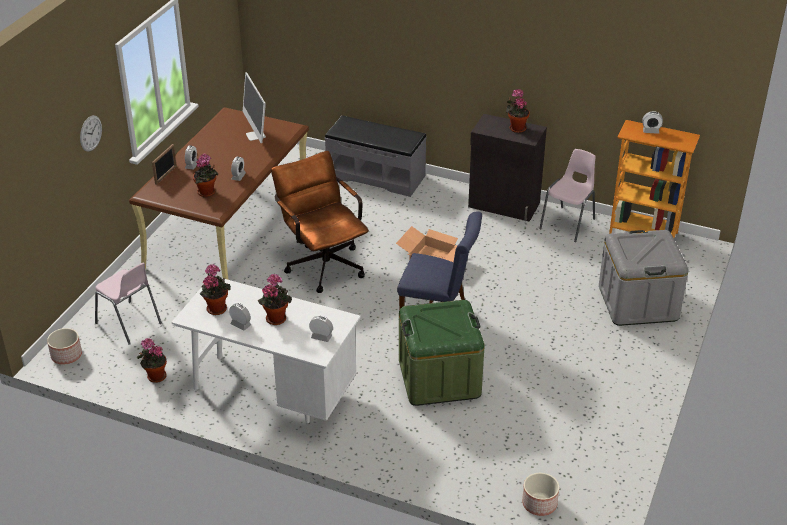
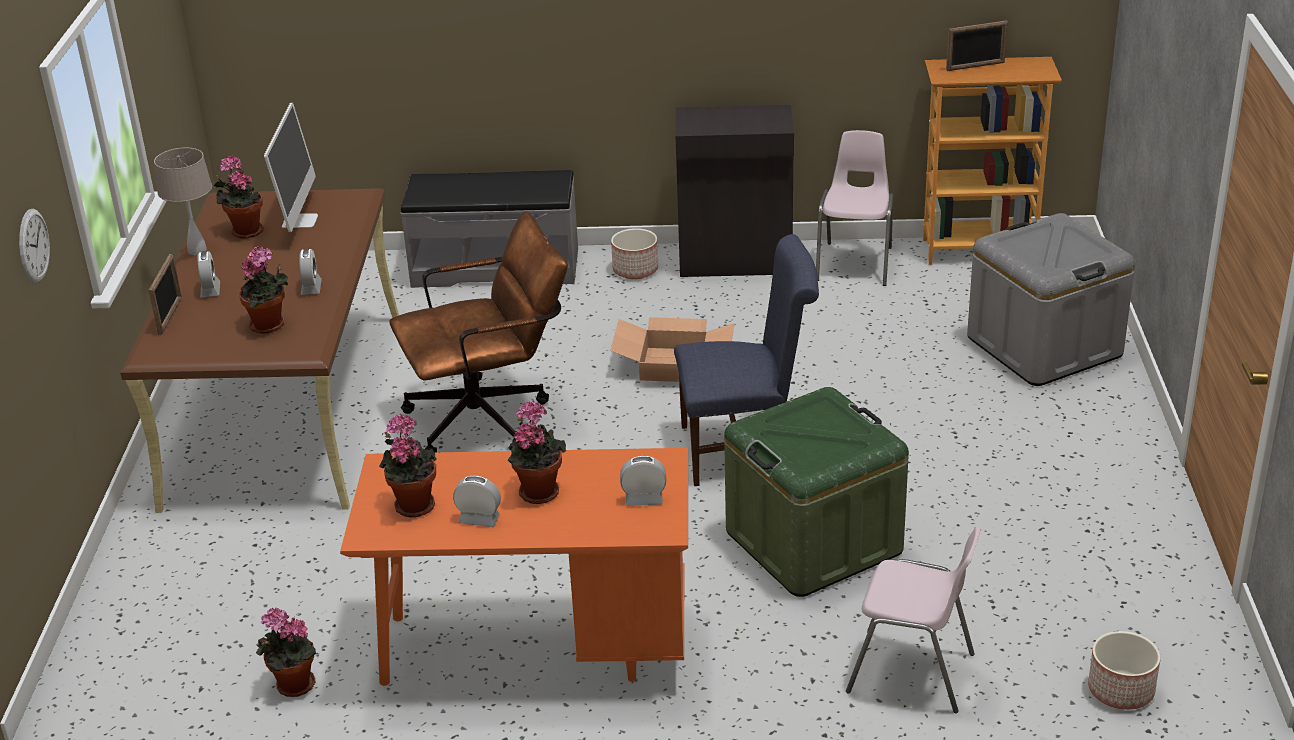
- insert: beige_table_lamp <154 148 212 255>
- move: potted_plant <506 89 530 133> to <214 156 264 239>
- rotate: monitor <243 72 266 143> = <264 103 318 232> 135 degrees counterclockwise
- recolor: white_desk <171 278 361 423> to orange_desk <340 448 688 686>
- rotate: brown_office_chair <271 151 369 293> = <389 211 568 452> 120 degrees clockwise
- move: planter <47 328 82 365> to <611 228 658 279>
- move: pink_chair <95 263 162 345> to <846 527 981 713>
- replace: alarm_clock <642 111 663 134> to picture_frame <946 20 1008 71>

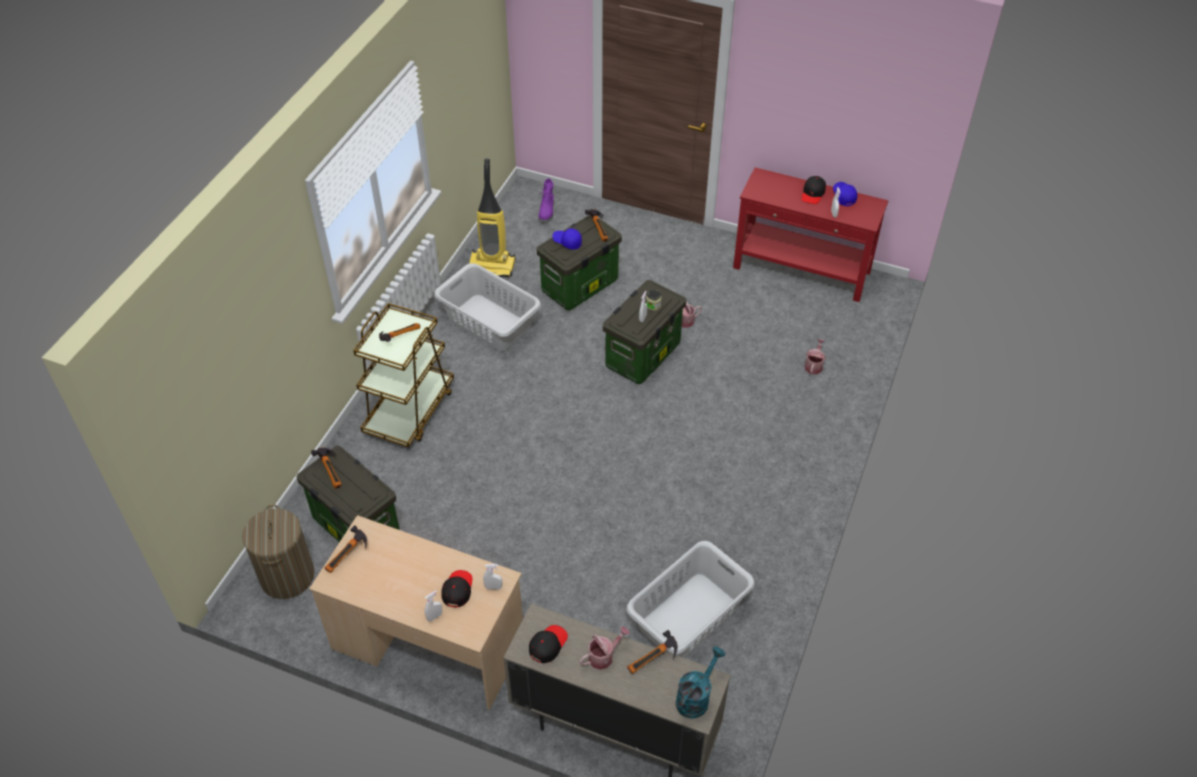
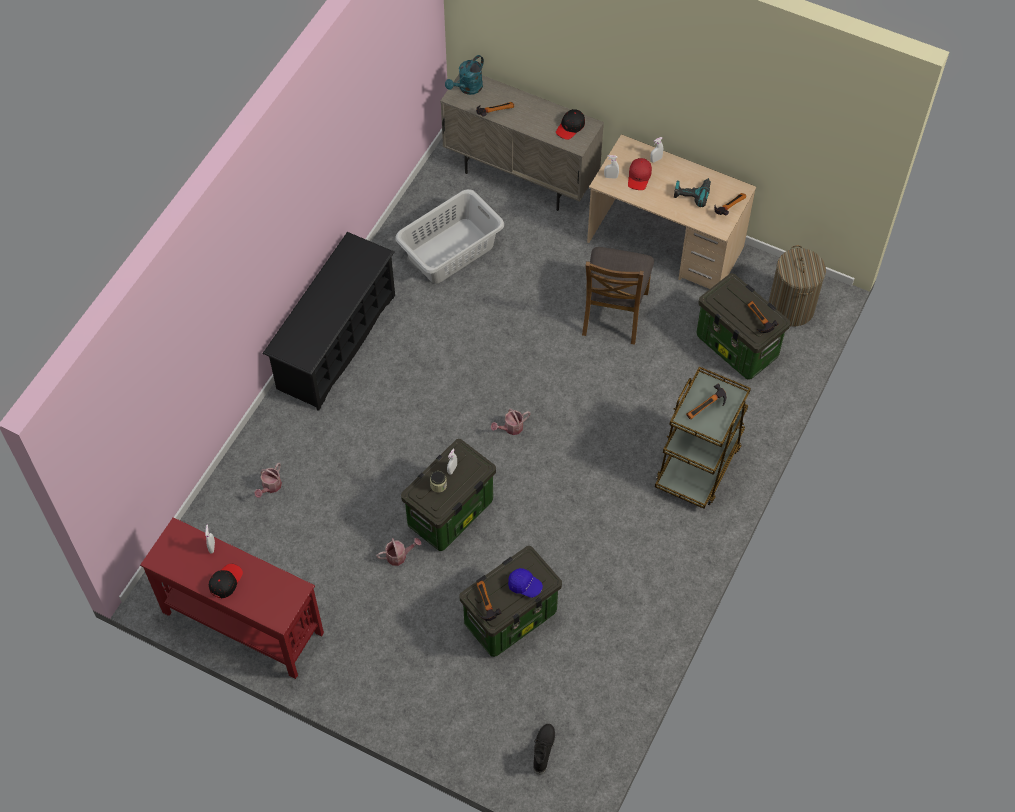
- insert: black_shoe_rack <262 232 395 411>
- move: watering_can <580 626 630 670> to <491 408 530 435>
- recolor: purple_boot <538 178 554 223> to black_boot <533 724 555 775>
- insert: brown_chair <582 247 654 345>
- recolor: black_cap <441 570 472 607> to red_cap <628 158 652 190>
- insert: power_drill <674 178 711 207>
- delete: grey_laundry_basket <434 263 541 351>
- delete: vacuum_cleaner <469 159 515 277>
- delete: blue_cap <833 182 857 206>

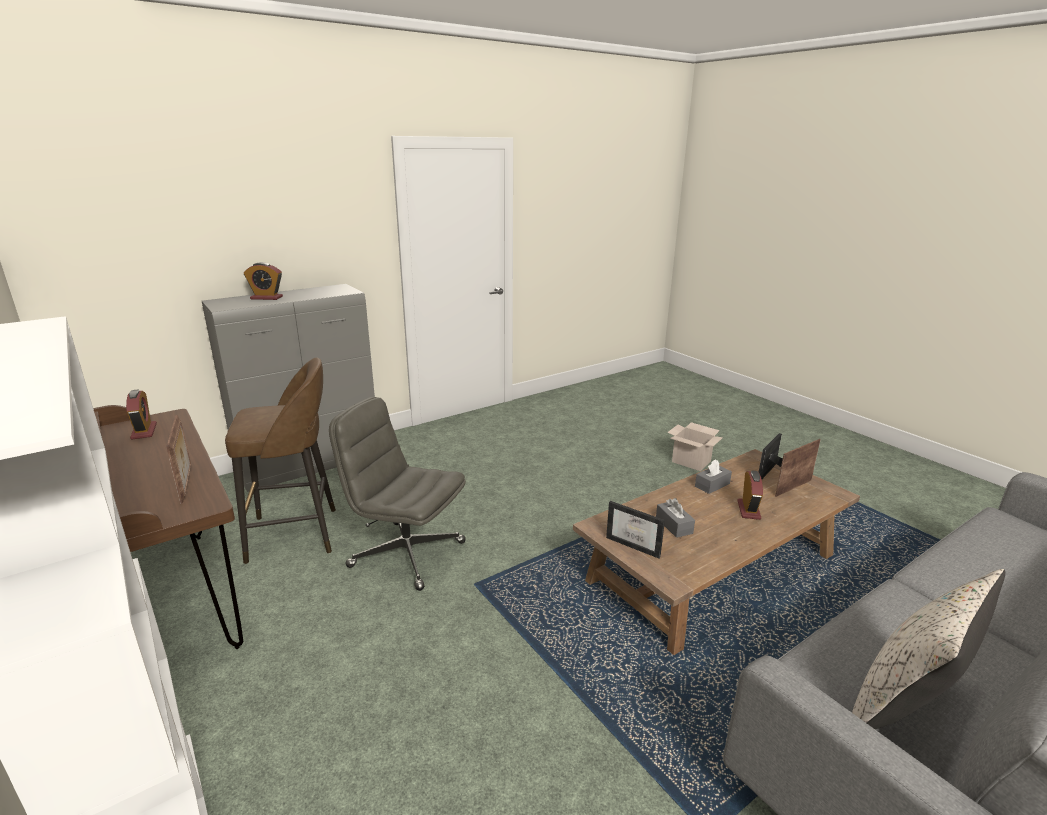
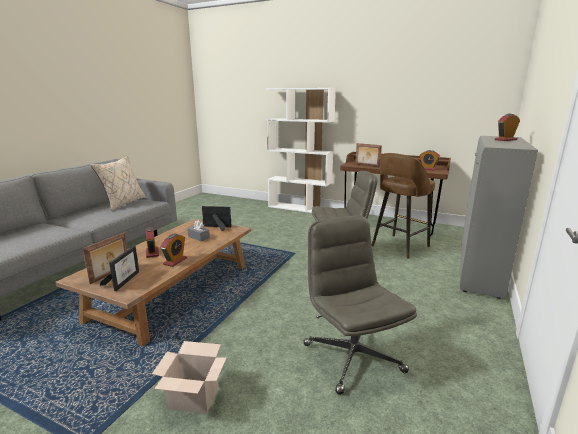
- replace: grey_tissue_box <695 459 732 494> to alarm_clock <160 234 187 267>
- insert: grey_office_chair <303 215 417 395>

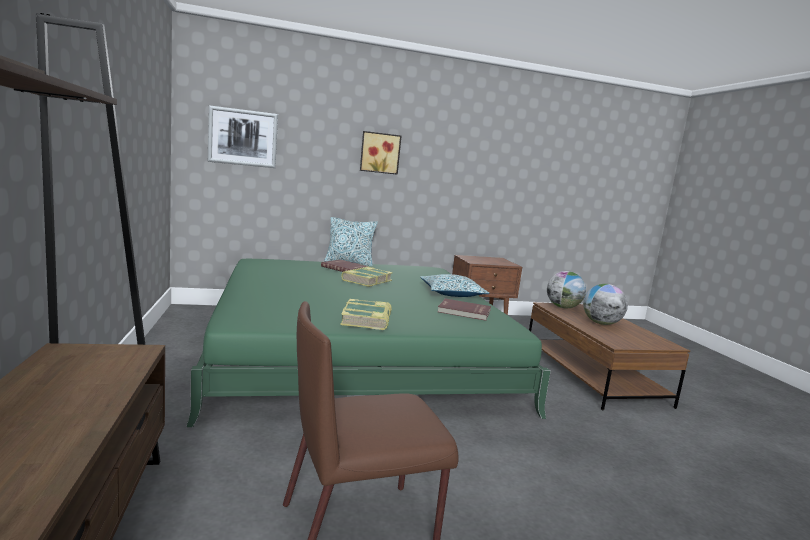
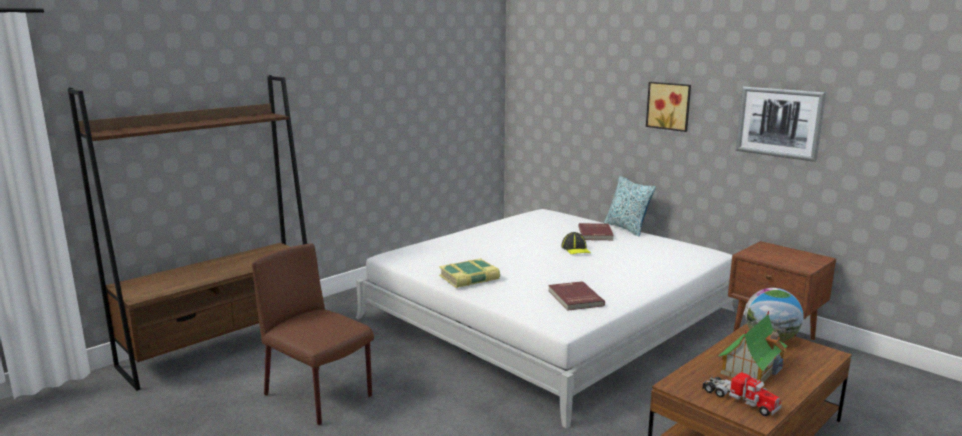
- recolor: green_bed <186 259 551 428> to white_bed <356 209 739 429>
- replace: book <341 266 393 287> to cap <561 232 591 254>
- insert: toy_truck <702 372 782 416>
- replace: globe <583 284 628 325> to toy_house <718 310 787 383>
- move: picture <208 105 278 168> to <736 86 826 162>
- delete: pillow <420 274 490 297>

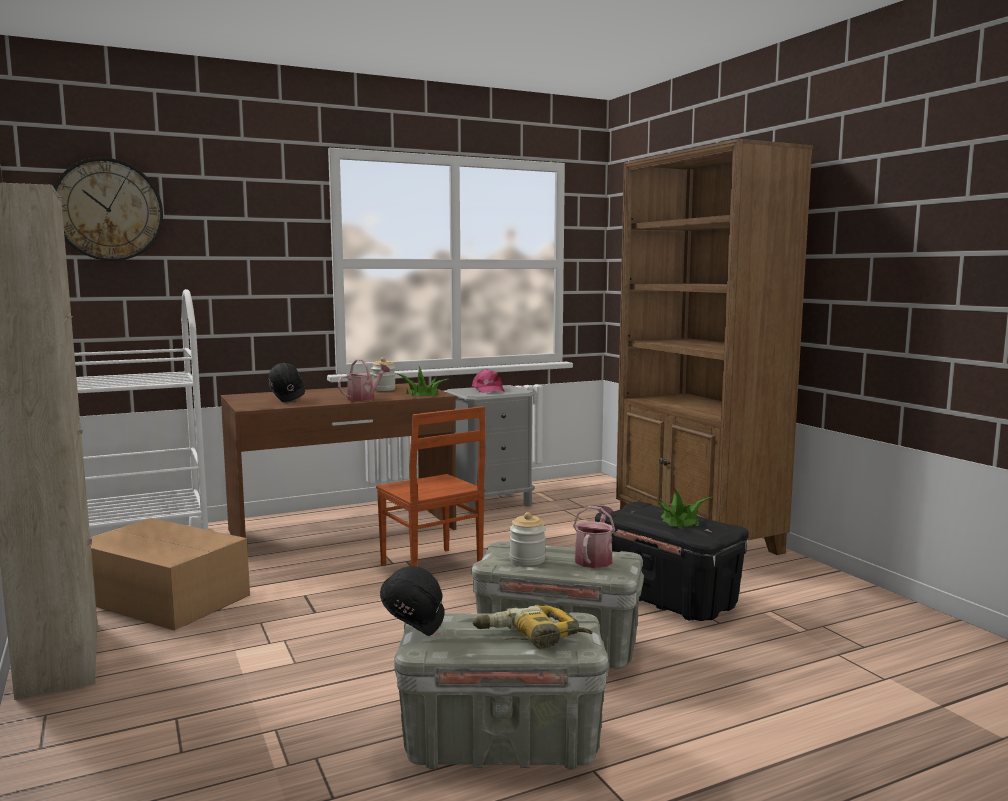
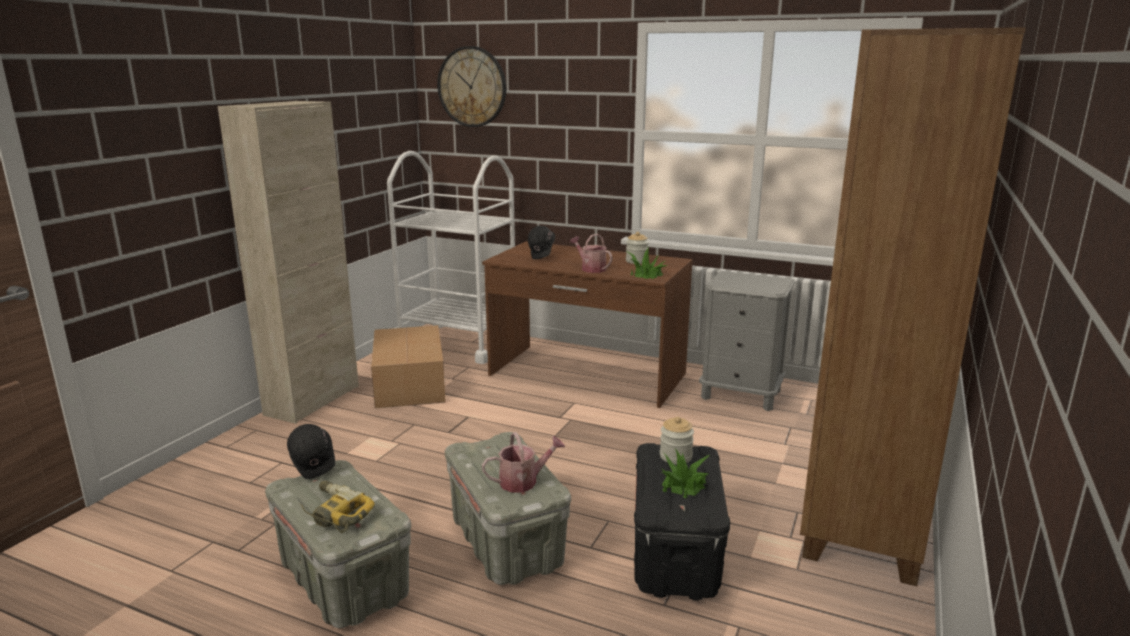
- rotate: watering_can <338 359 390 401> = <570 234 613 273> 135 degrees counterclockwise
- move: jar <510 512 546 566> to <660 417 694 464>
- delete: brown_chair <376 406 486 567>
- delete: pink_cap <472 369 505 393>

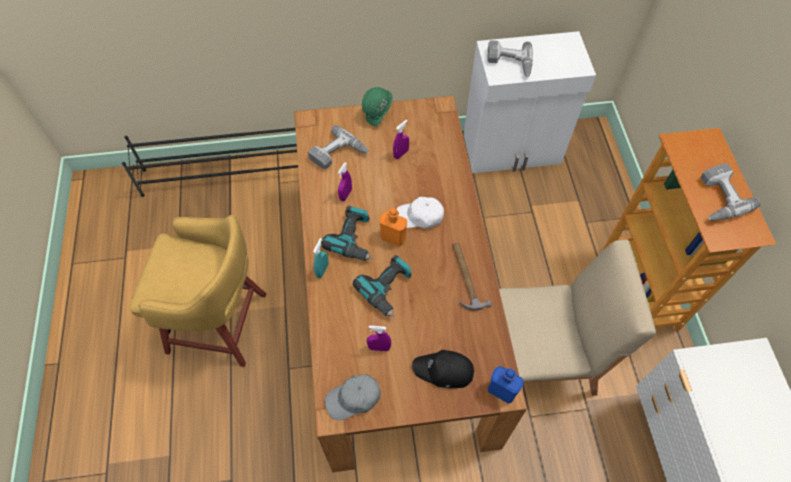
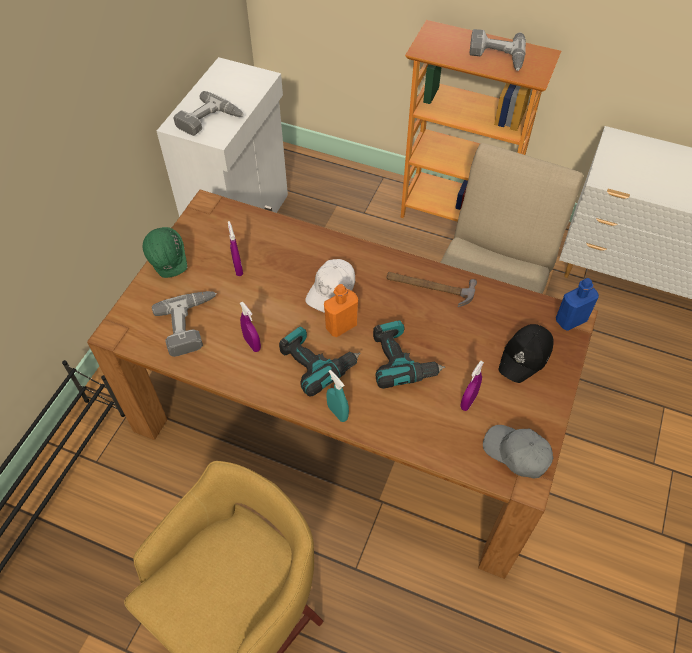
- rotate: grey_cap <325 374 381 420> = <483 425 553 478> 120 degrees clockwise

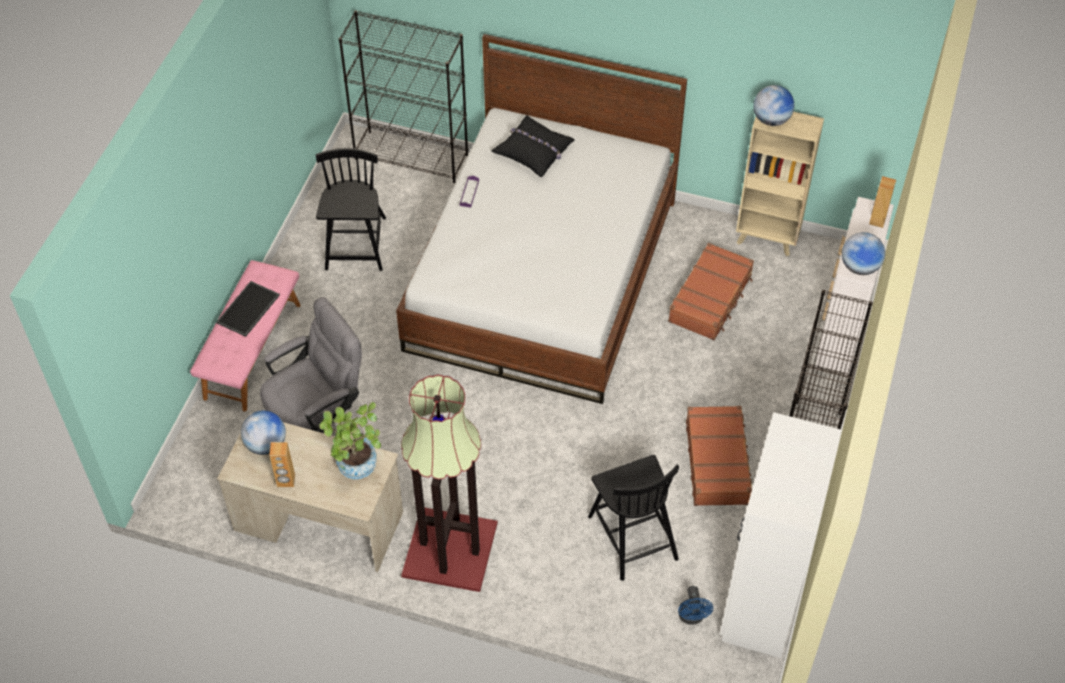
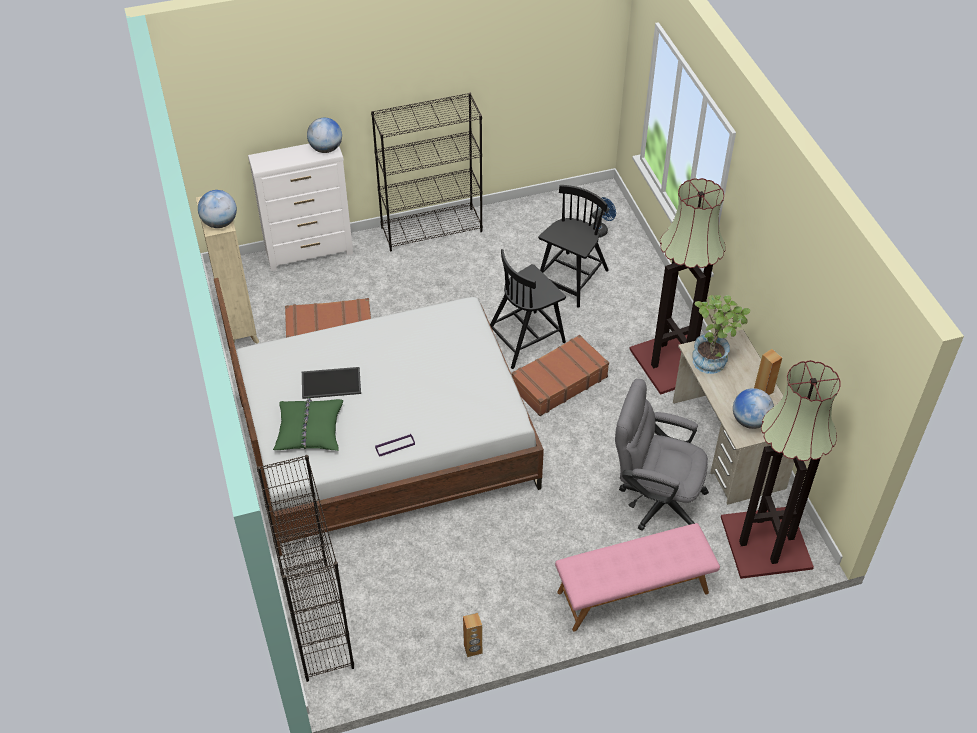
- recolor: black_pillow <492 115 575 177> to green_pillow <273 397 343 451>
- move: tray <216 281 280 337> to <302 367 361 399>
- move: brown_speaker <869 176 896 228> to <463 613 482 657>
- move: black_chair <316 148 386 271> to <490 249 566 369>
- move: brown_suitcase <686 406 752 506> to <512 335 609 416>
- insert: floor_lamp <721 360 841 579>
- delete: white_wardrobe <720 412 842 658>

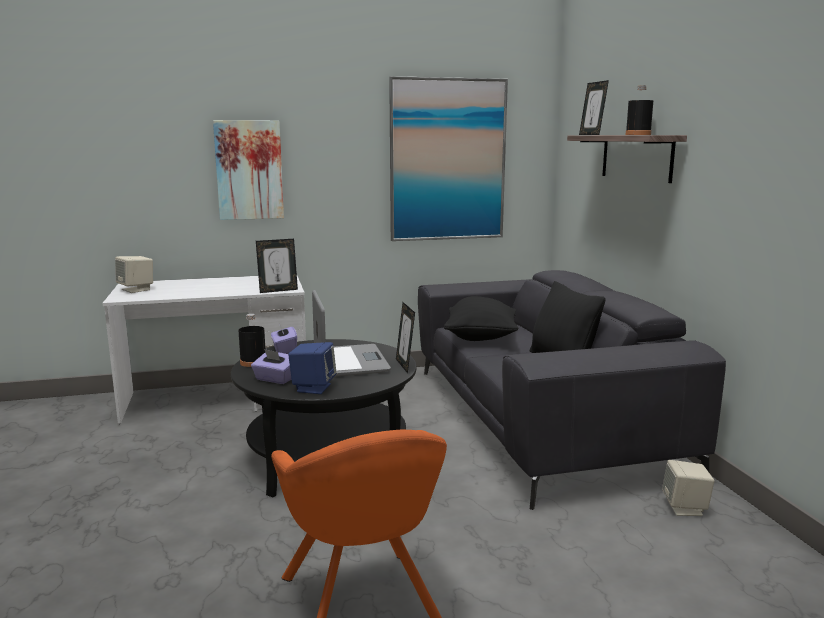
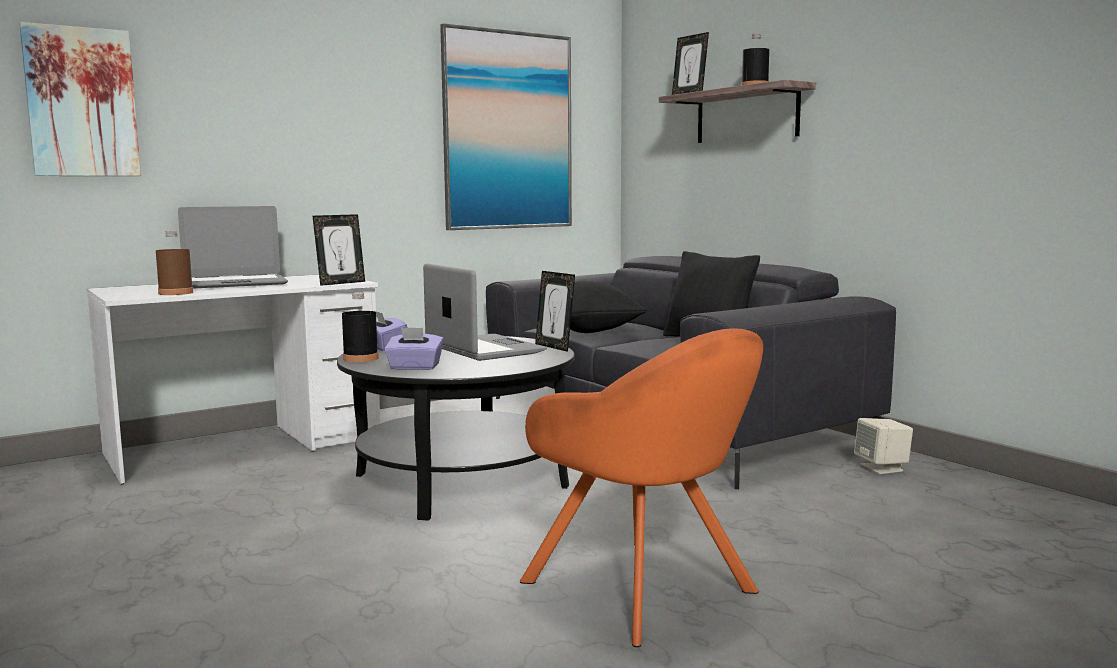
- move: picture <213 120 284 220> to <19 22 141 176>
- insert: brown_bottle <156 231 193 295>
- insert: laptop <178 206 288 289>
- delete: beige_speaker <115 256 153 293>
- delete: blue_speaker <288 342 336 394>

